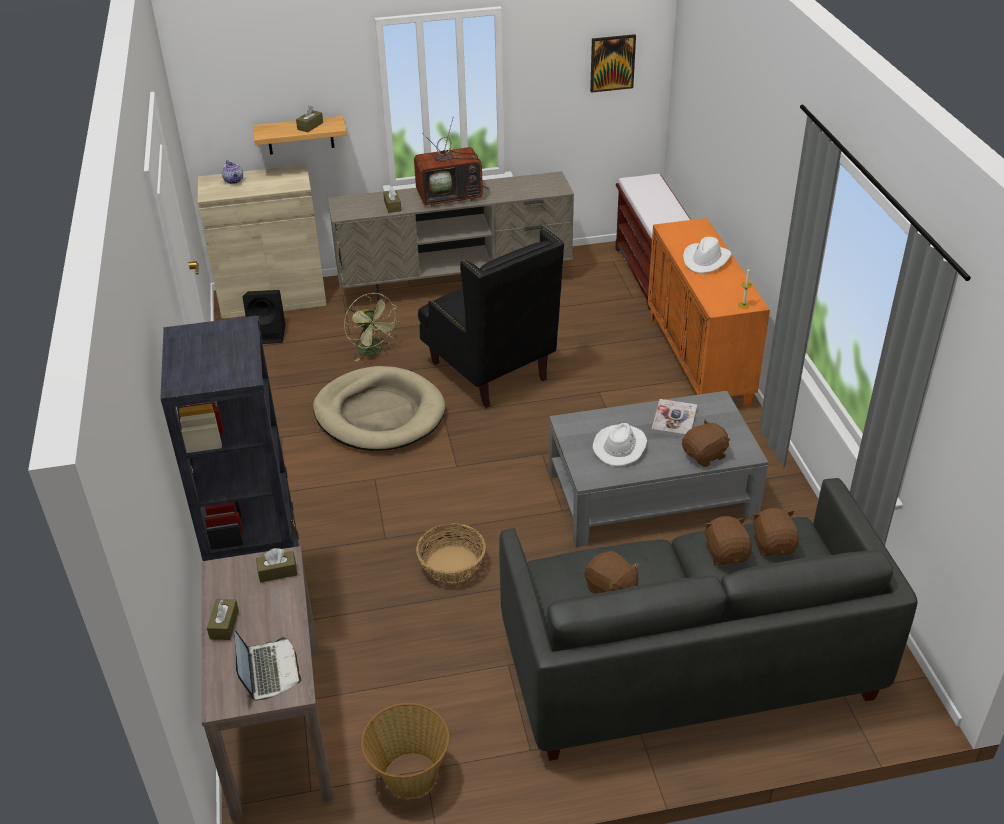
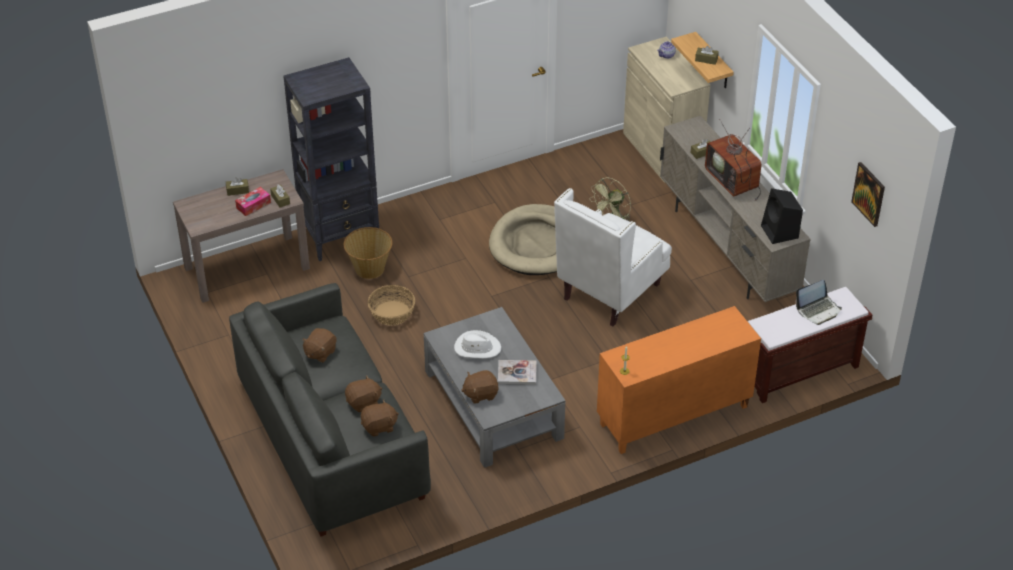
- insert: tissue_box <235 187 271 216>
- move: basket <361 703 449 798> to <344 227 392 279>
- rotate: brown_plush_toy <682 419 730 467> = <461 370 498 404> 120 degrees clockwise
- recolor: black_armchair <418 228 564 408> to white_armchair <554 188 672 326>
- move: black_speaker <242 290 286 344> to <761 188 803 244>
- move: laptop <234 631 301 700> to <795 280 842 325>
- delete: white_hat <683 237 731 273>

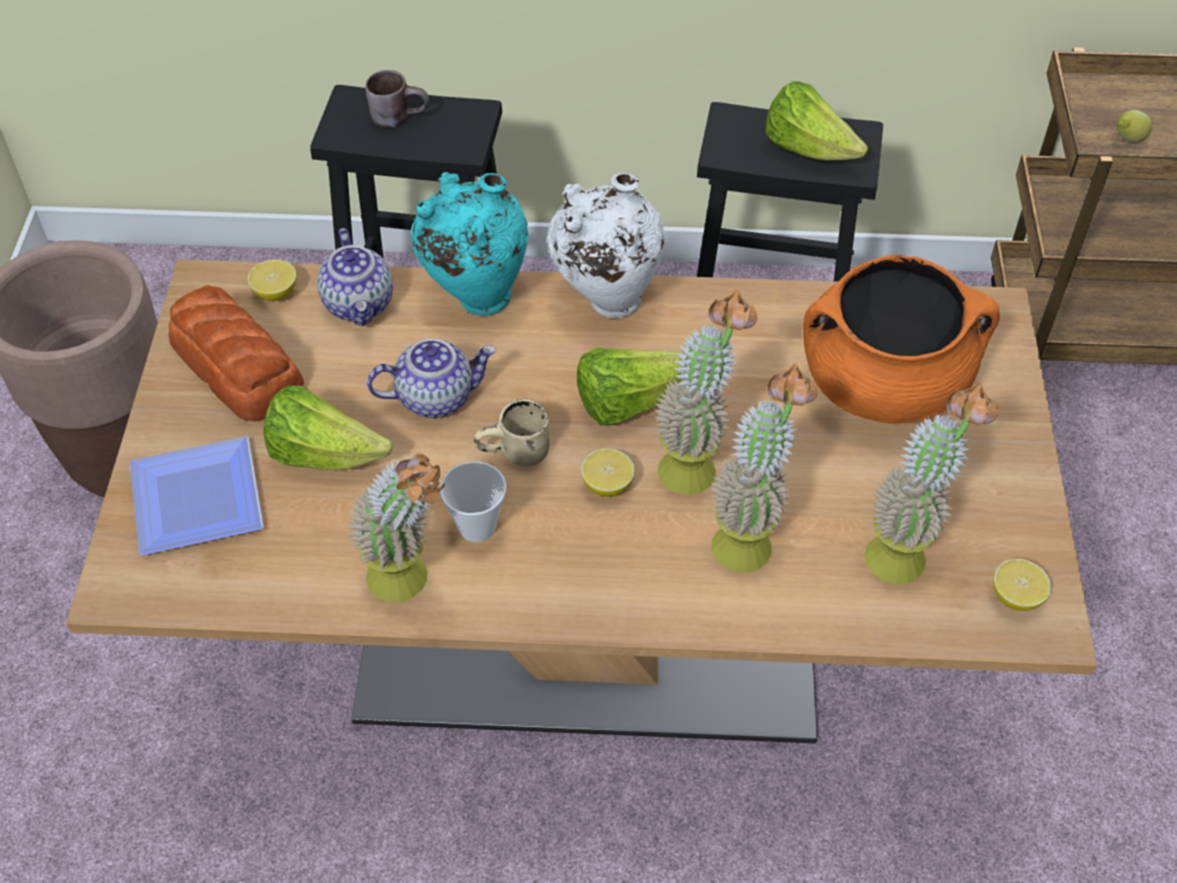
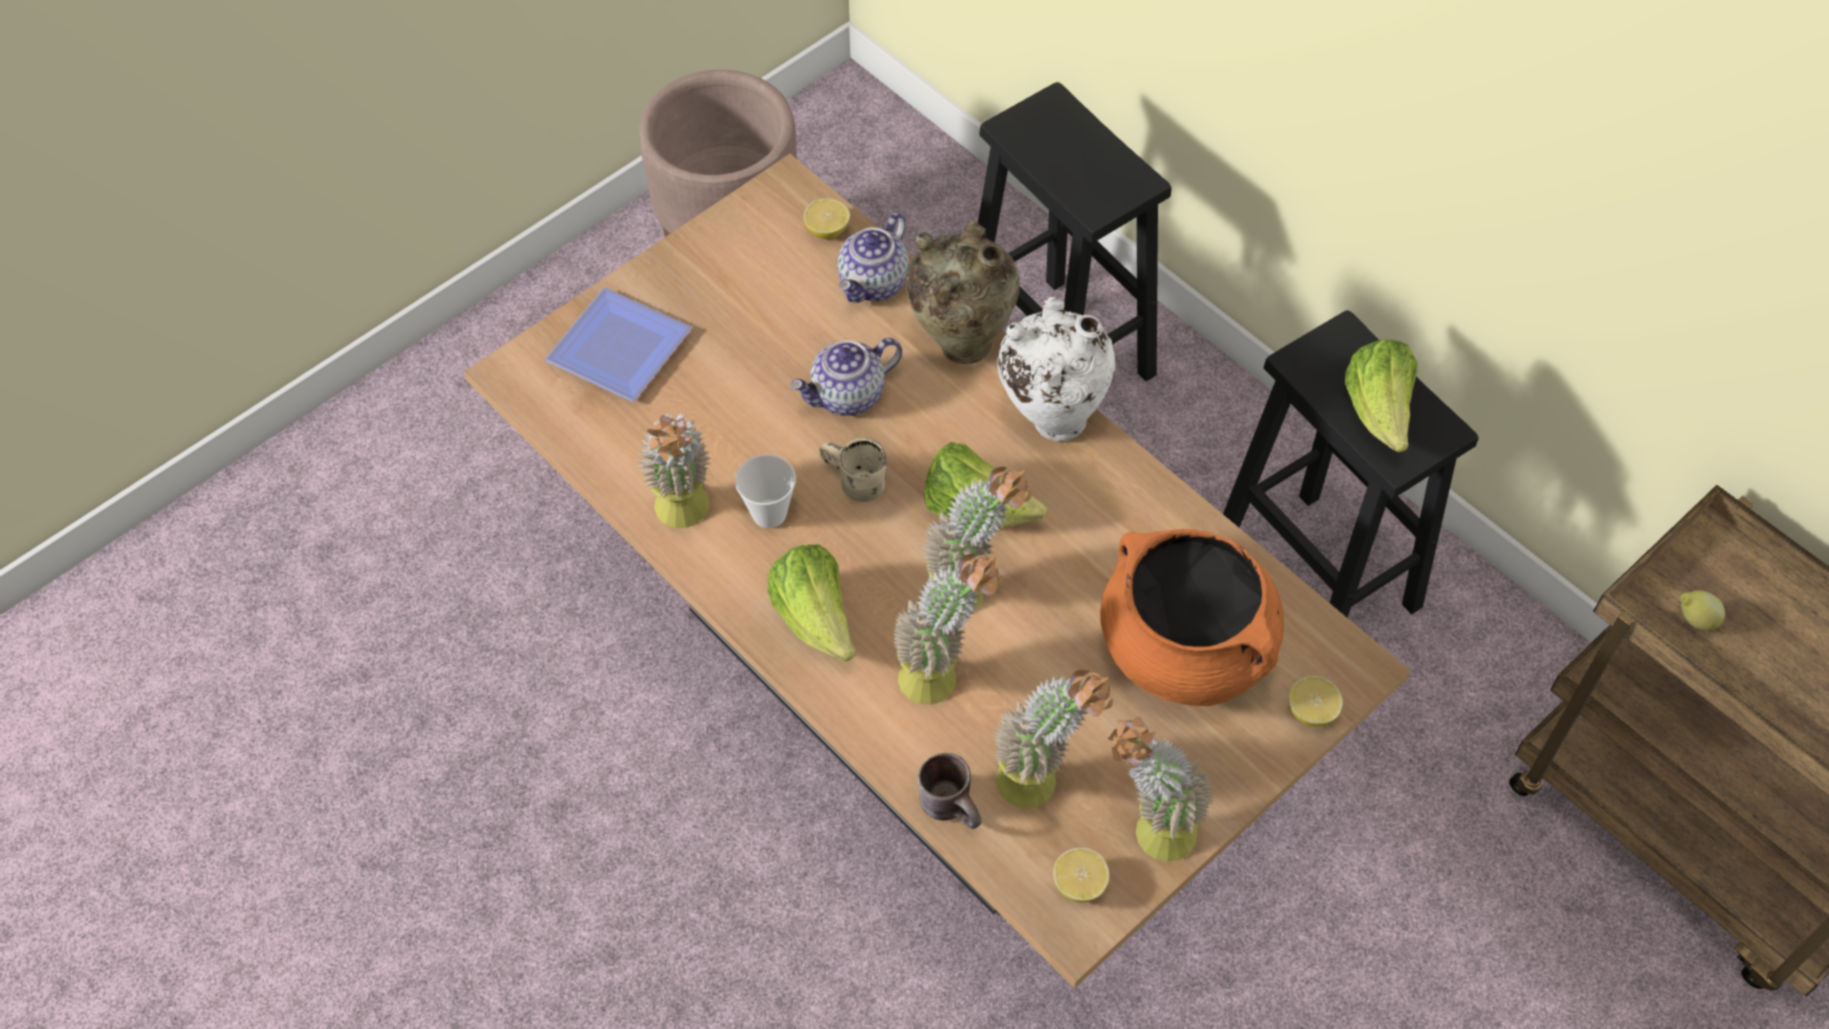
- move: lettuce <263 385 393 470> to <767 544 856 661>
- rotate: teapot <367 339 496 418> = <790 338 902 416> 120 degrees clockwise
- recolor: turquoise_vase <411 172 528 316> to beige_vase <905 221 1020 364>
- move: brown_mug <365 70 429 128> to <917 753 981 829>
- insert: potted_plant <1108 716 1213 862>
- move: lemon <581 448 635 497> to <1289 676 1343 726>
- delete: bread <168 285 304 421>

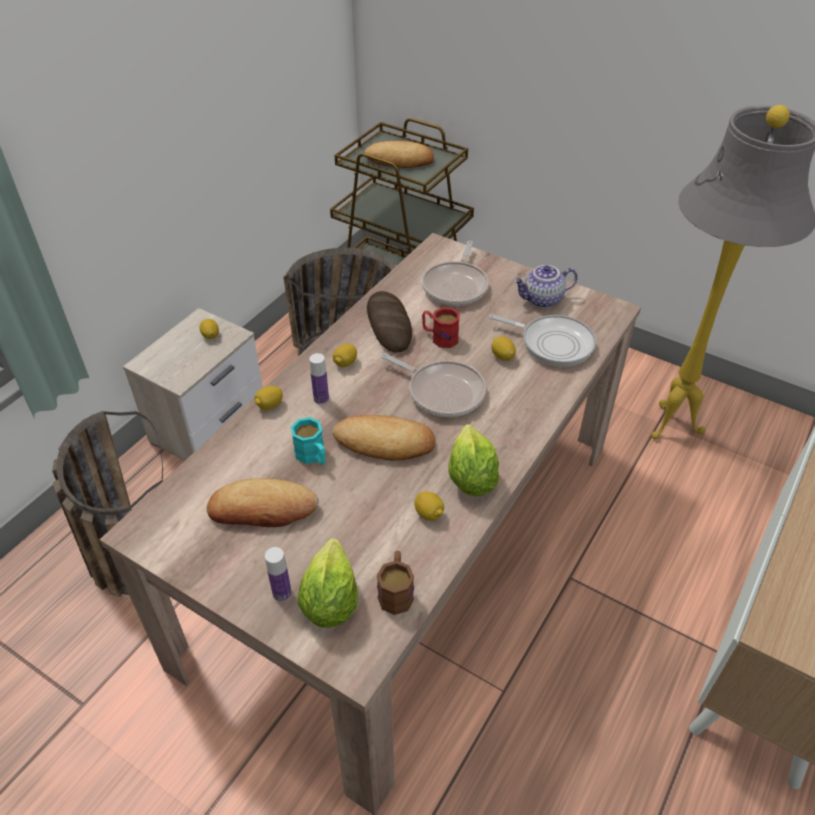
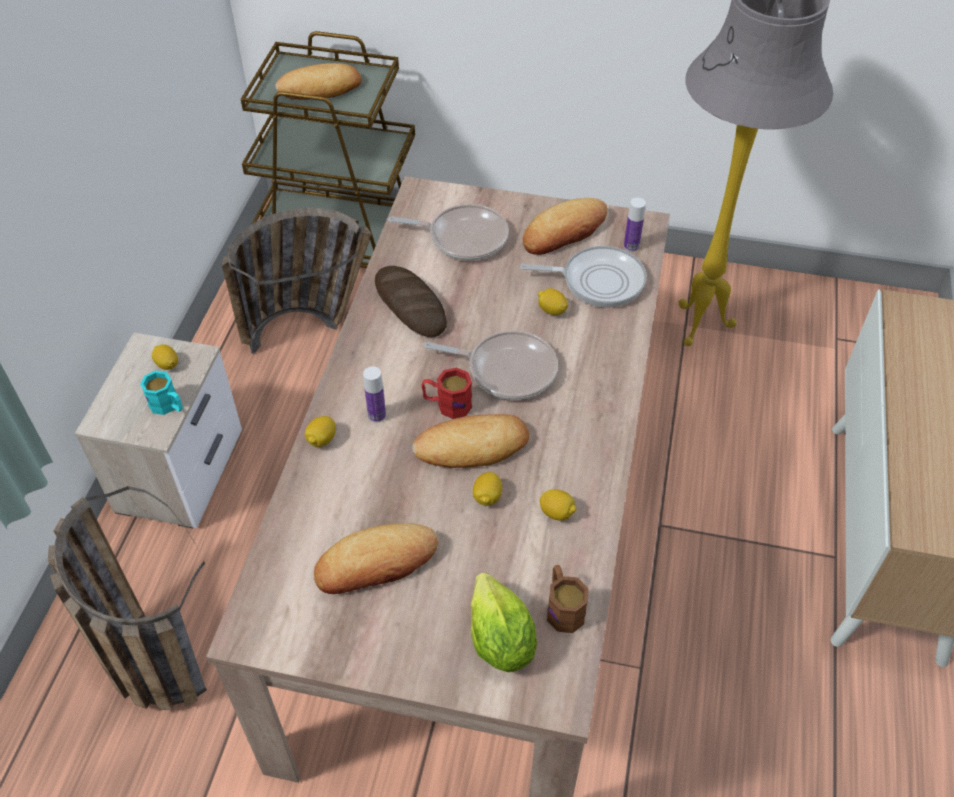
- move: turquoise_mug <291 417 326 465> to <140 371 183 415>
- rotate: frying_pan <422 241 489 306> = <388 204 509 261> 75 degrees counterclockwise
- move: red_mug <422 307 460 348> to <421 368 472 419>
- move: lemon <332 344 357 367> to <473 472 502 506>
- replace: teapot <513 265 578 308> to bread <523 198 608 255>
- move: bottle <265 547 292 602> to <624 198 646 252>
- delete: lettuce <448 424 499 496>

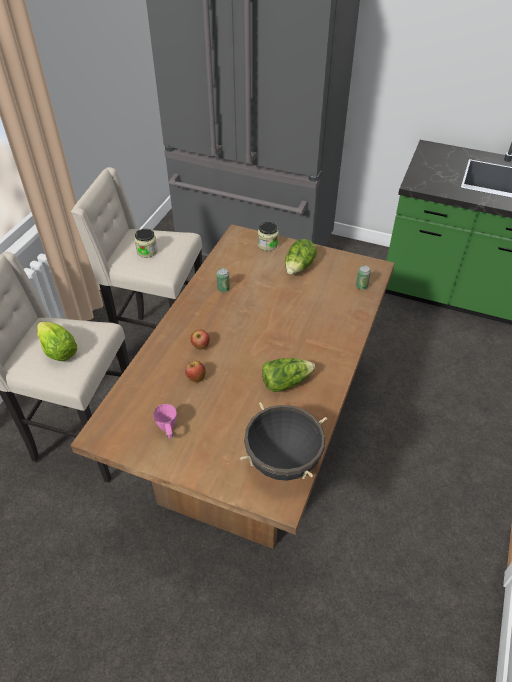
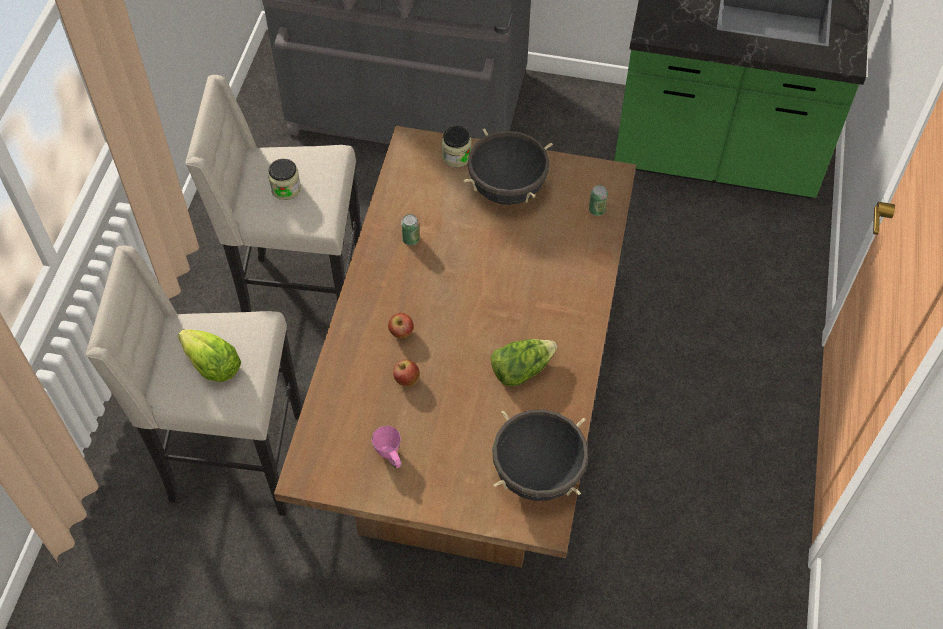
- replace: lettuce <285 239 317 274> to black_cooking_pot <464 128 553 205>

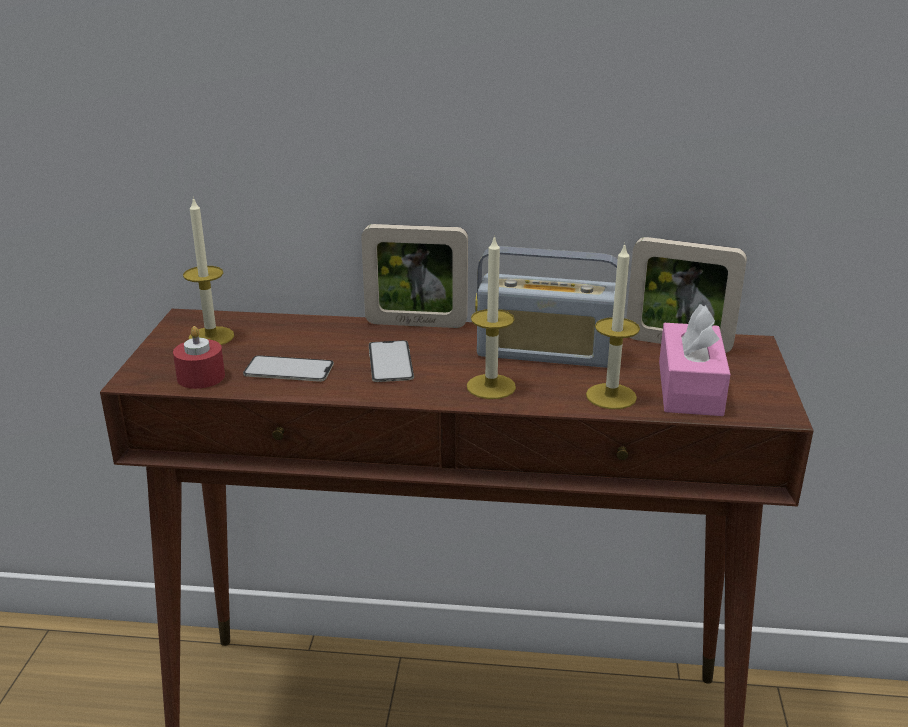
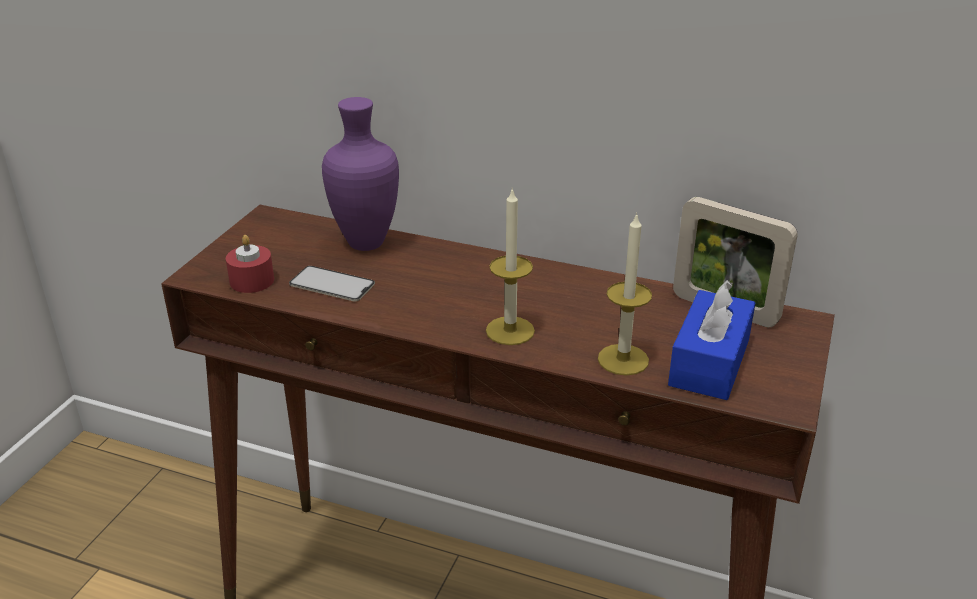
- insert: purple_vase <322 97 399 251>
- recolor: pink_tissue_box <659 304 731 416> to blue_tissue_box <668 280 755 400>
- delete: candle <183 196 234 345>
- delete: picture_frame <361 224 468 328>
- delete: phone <369 340 414 382>
- delete: radio <475 246 618 368>

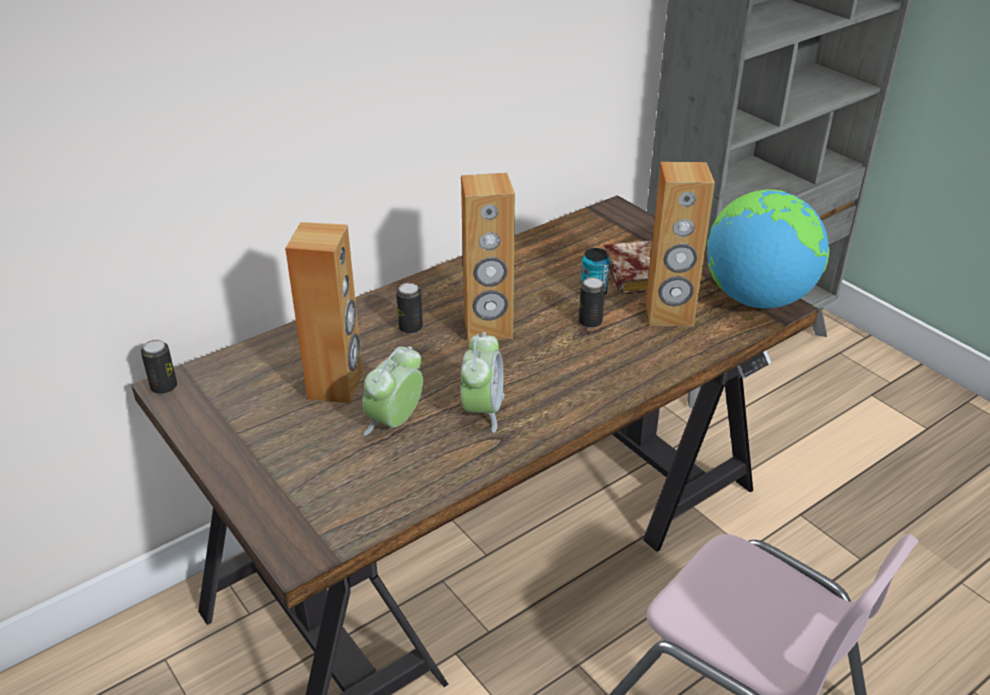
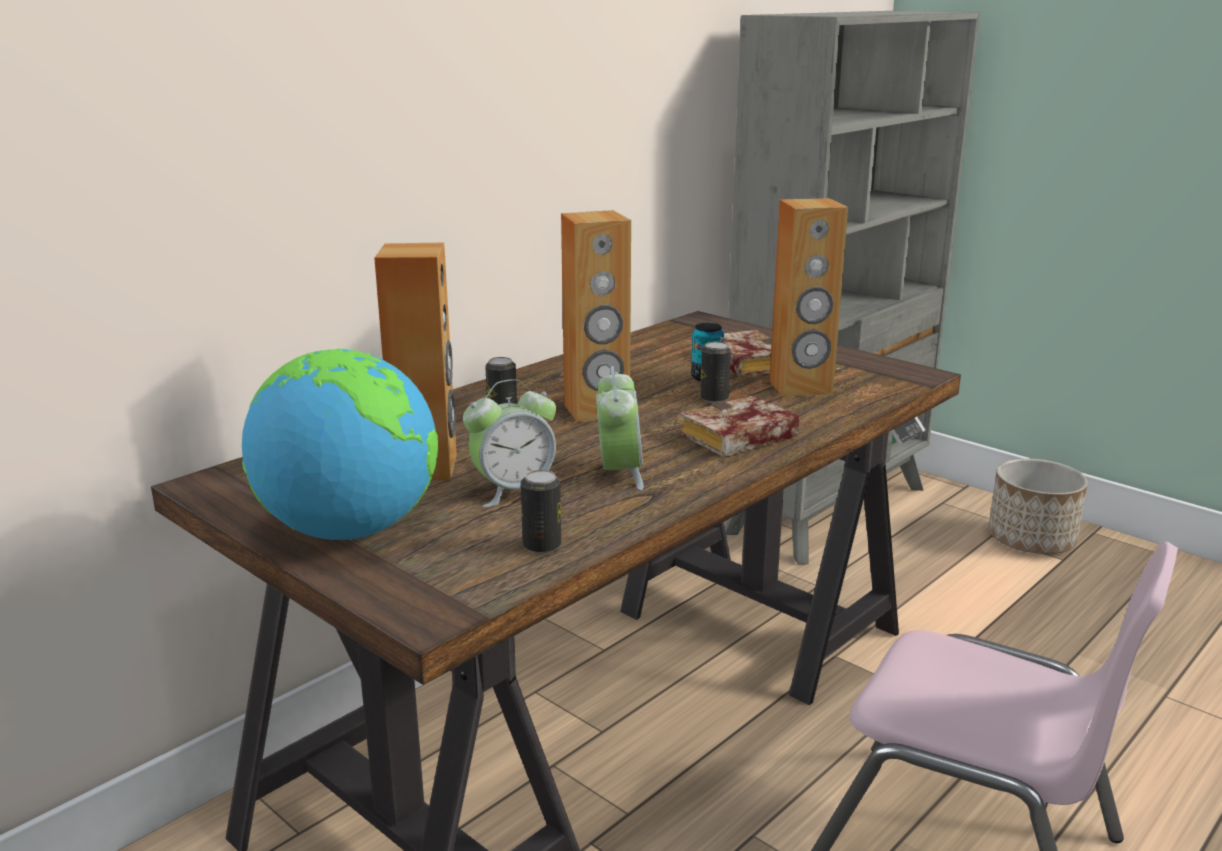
- move: globe <707 190 829 308> to <242 349 438 540>
- rotate: alarm_clock <362 346 423 435> = <463 379 556 507> 135 degrees counterclockwise
- move: can <141 340 177 394> to <521 470 561 554>
- insert: book <680 395 800 457>
- insert: planter <988 458 1088 554>

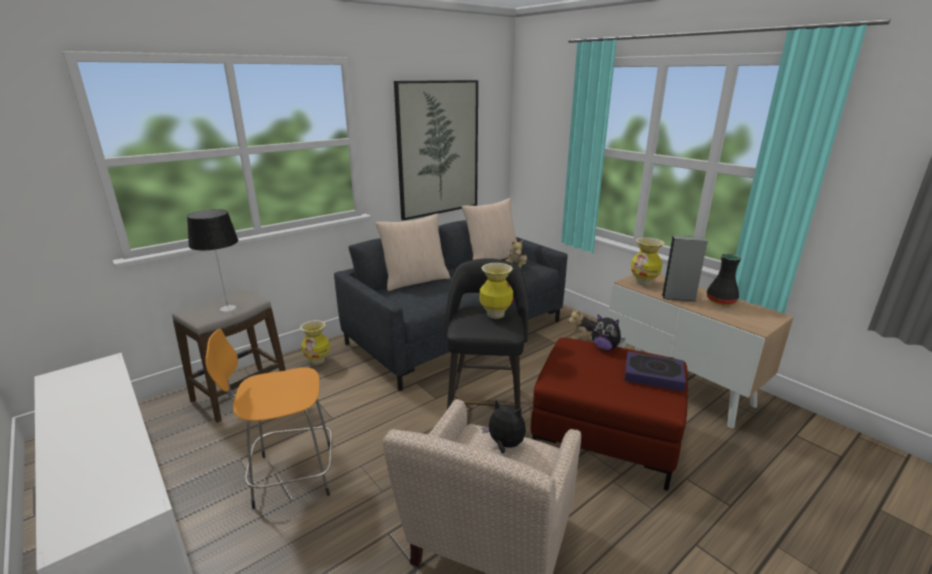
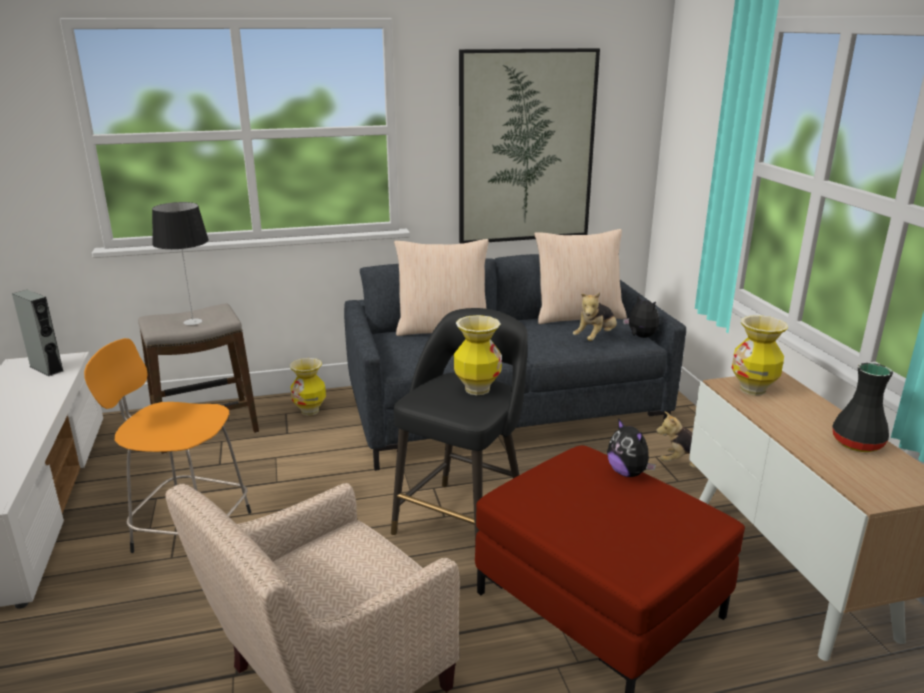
- move: grey_speaker <662 236 708 301> to <12 290 63 376>
- move: plush_toy <482 399 526 453> to <623 295 659 338>
- delete: book <624 351 686 391>

